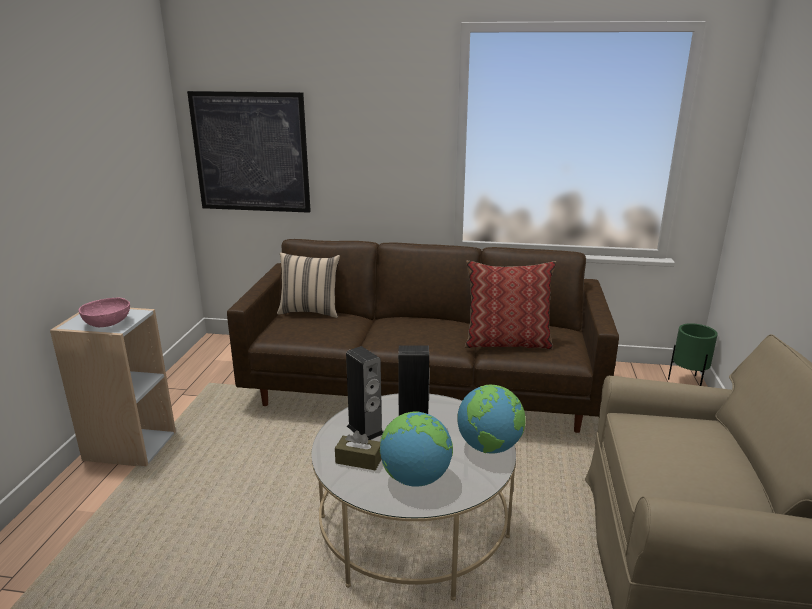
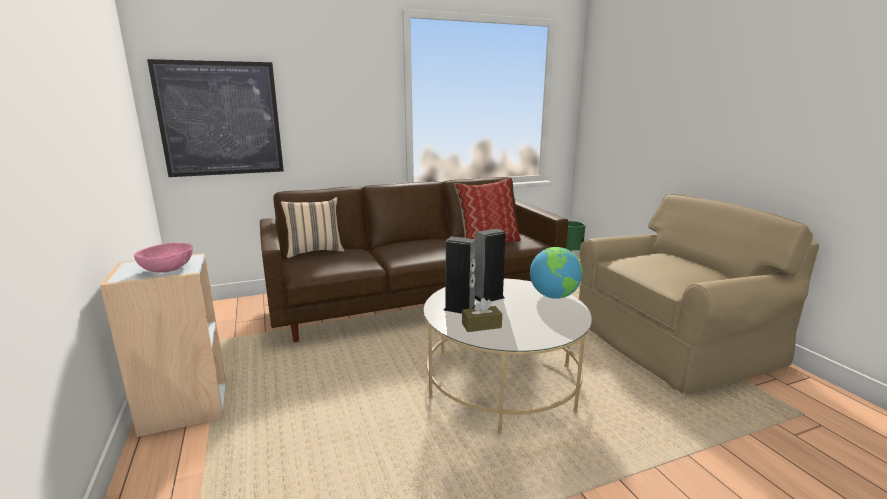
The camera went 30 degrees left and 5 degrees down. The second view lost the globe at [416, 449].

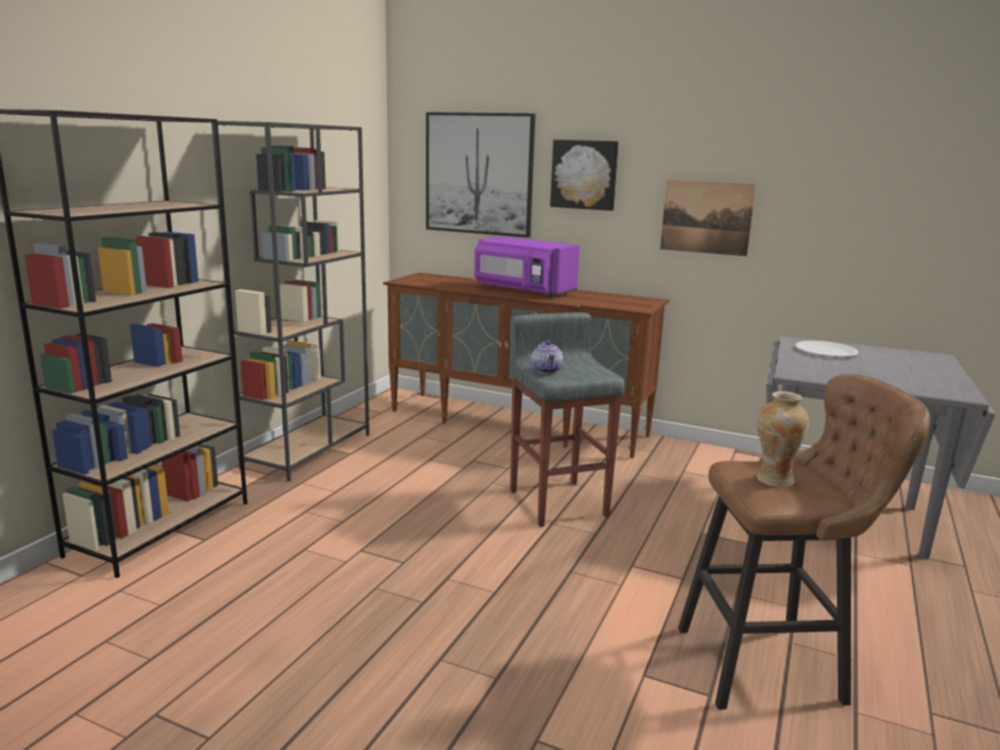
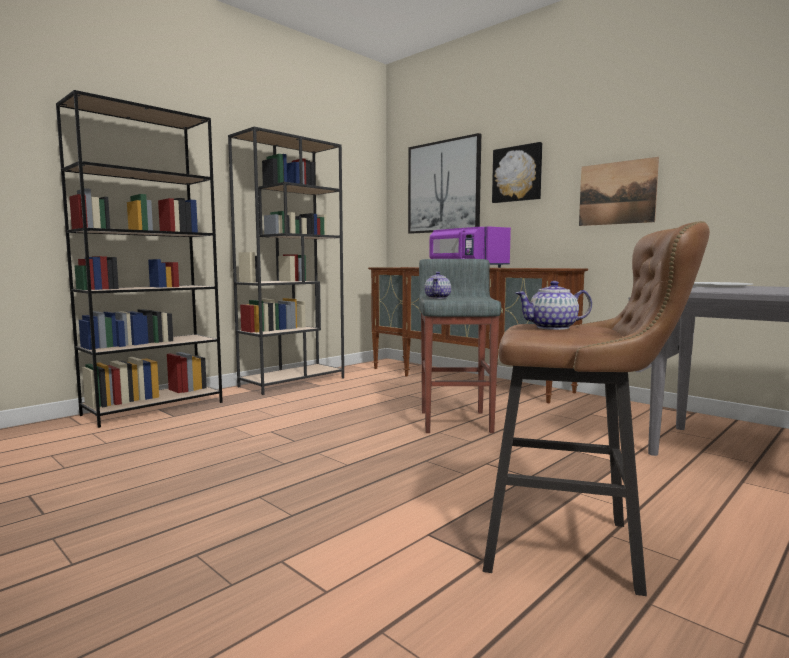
The camera went 20 degrees right and 10 degrees down. Where the vase stood at [783, 439], the teapot came to stand at [554, 305].

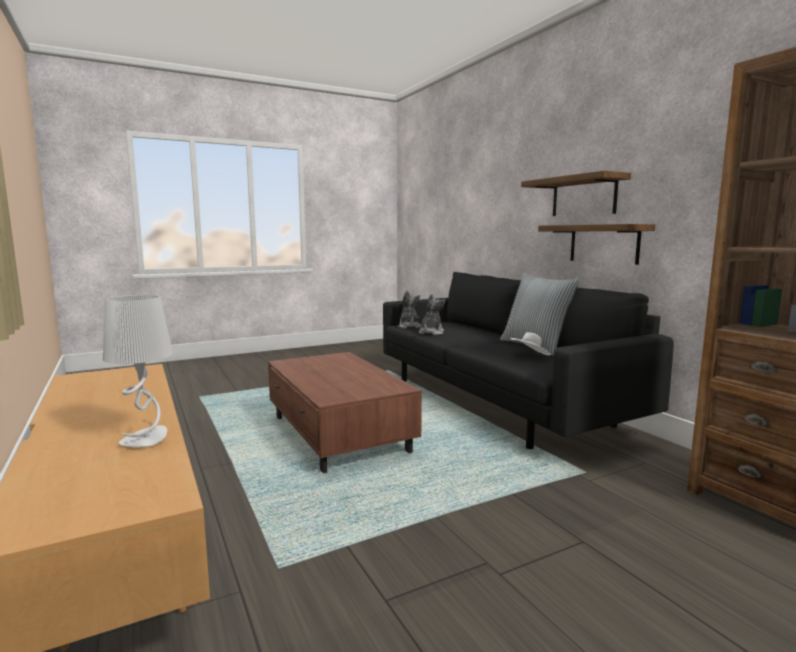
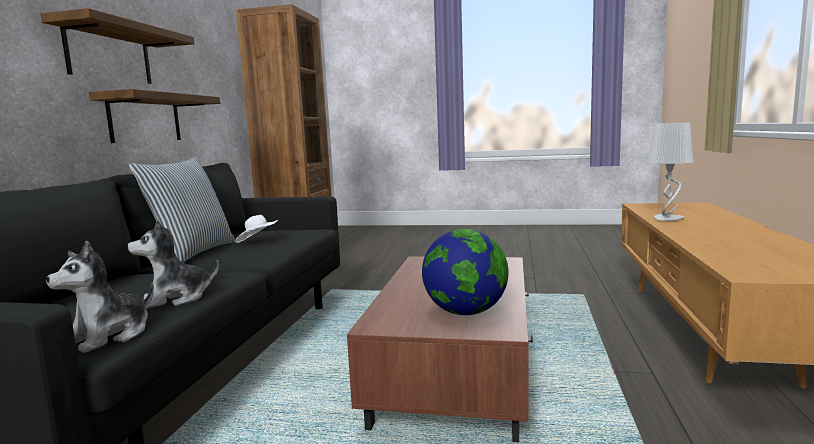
The camera went 140 degrees left and 0 degrees up. The second view gained the globe at [465, 272].

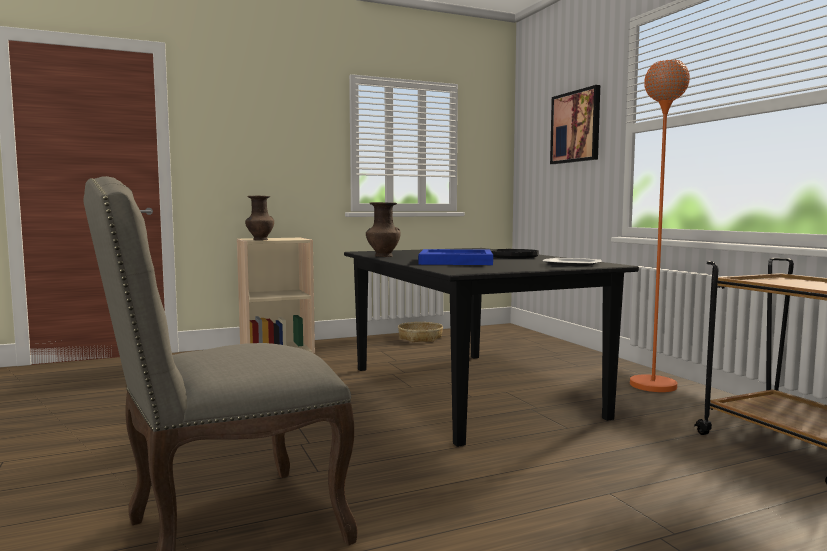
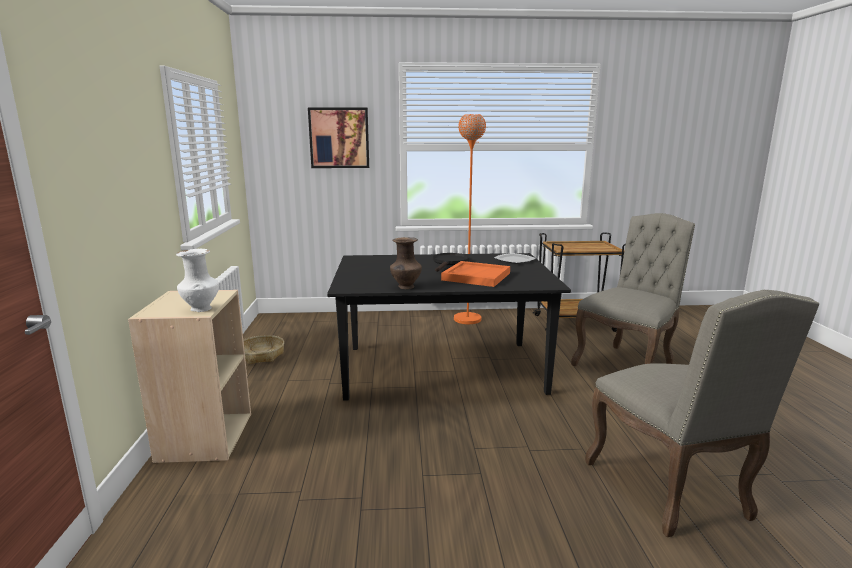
The camera went 70 degrees left and 10 degrees up. What was the vase (brown) at [259, 218] turned into the vase (white) at [197, 280]. What was the tray (blue) at [455, 257] turned into the tray (orange) at [475, 274]. The second view gained the chair (grey) at [633, 289].

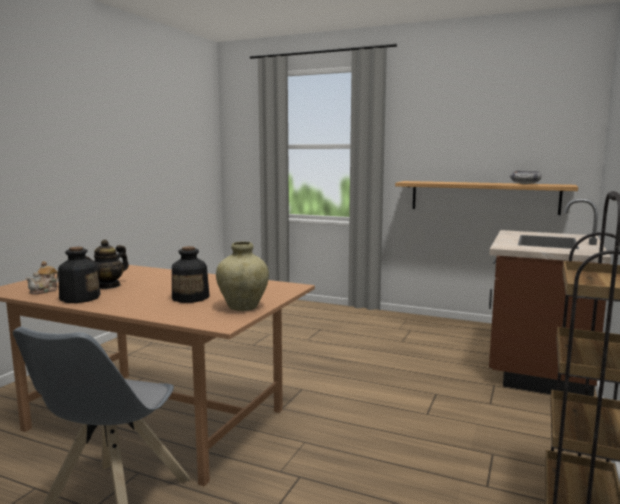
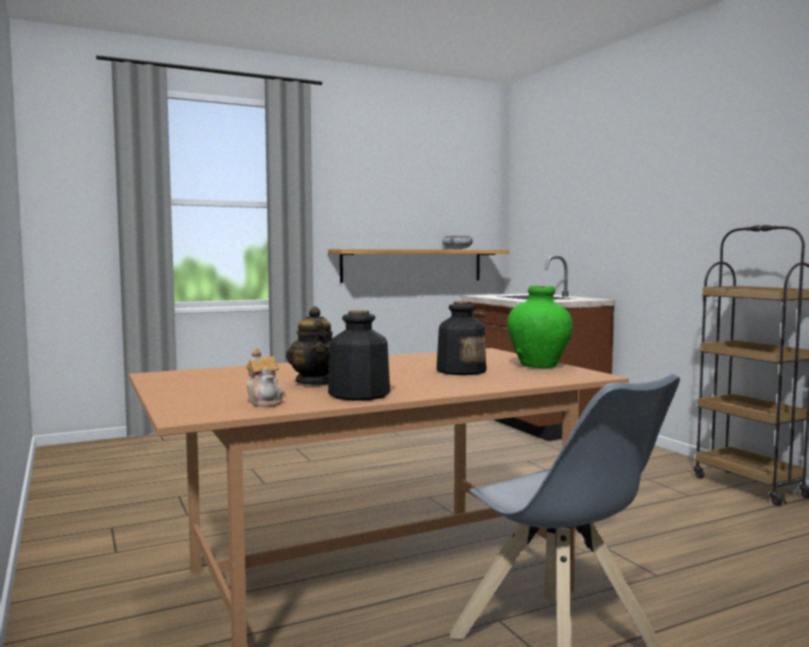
The camera went 50 degrees left and 5 degrees down. What was the vase (beige) at [242, 276] turned into the vase (green) at [540, 327].

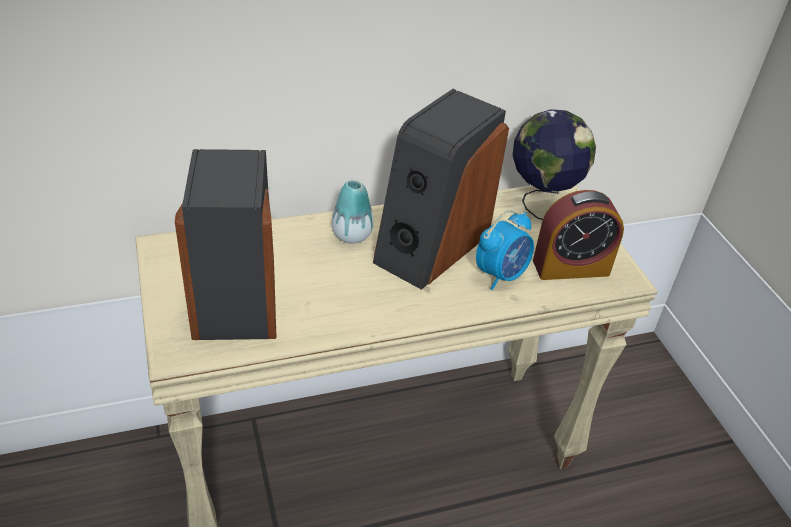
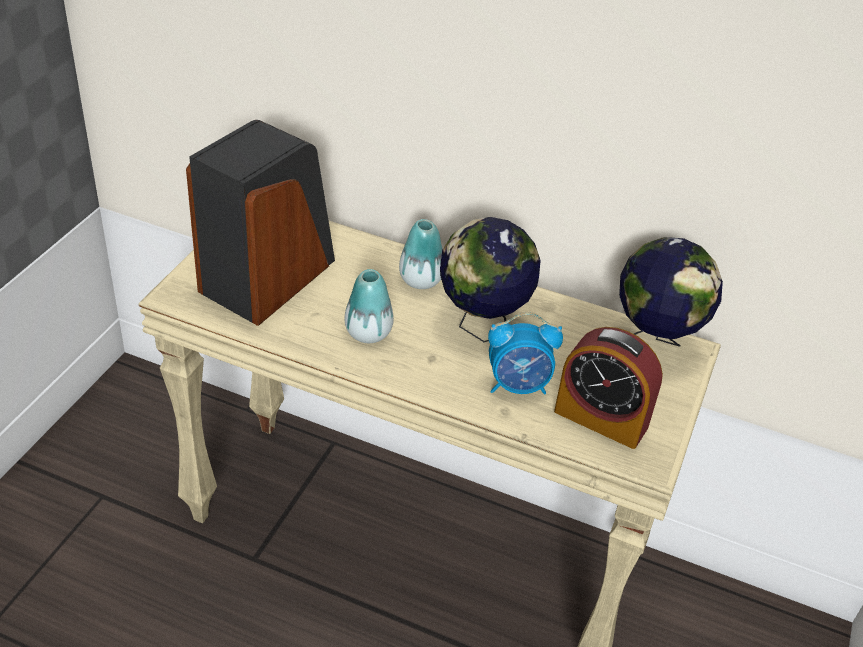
The camera went 40 degrees right and 0 degrees up. Where the speaker stood at [441, 189], the globe came to stand at [490, 279]. The second view gained the vase at [369, 306].

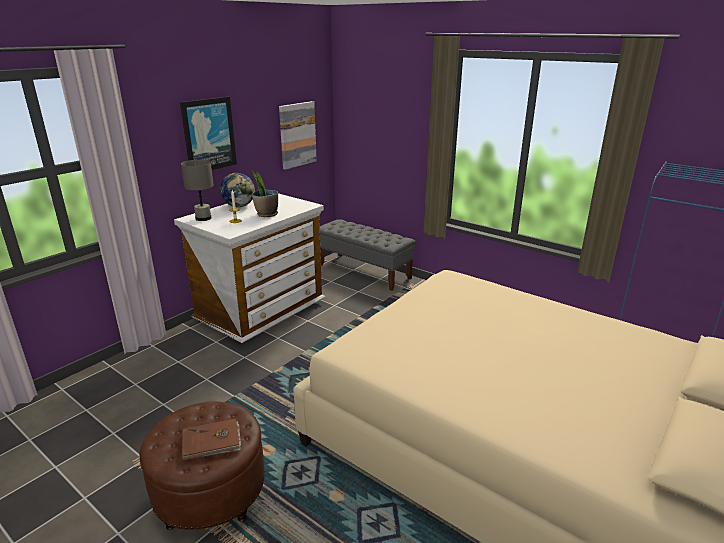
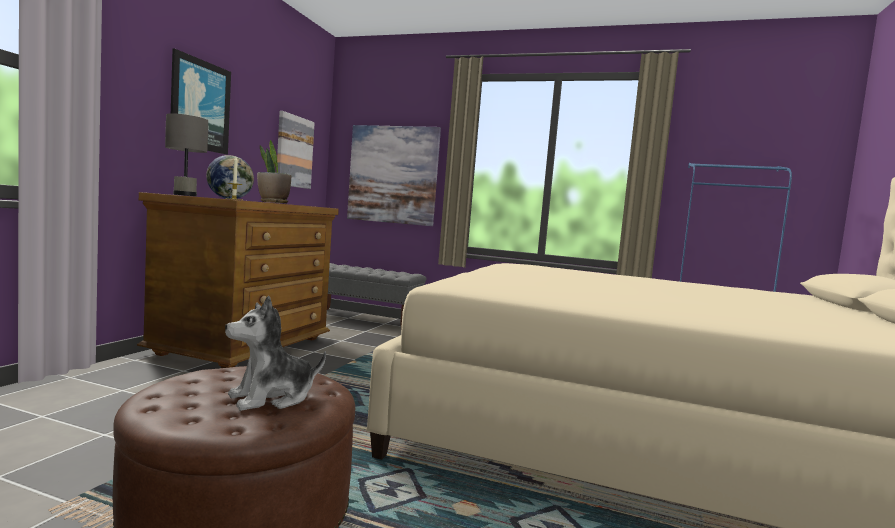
The camera went 20 degrees left and 20 degrees down. What was the dresser (white) at [250, 268] turned into the dresser (brown) at [238, 280]. Where the book (brown) stood at [211, 440], the plush toy came to stand at [275, 353]. The second view gained the picture at [394, 175].

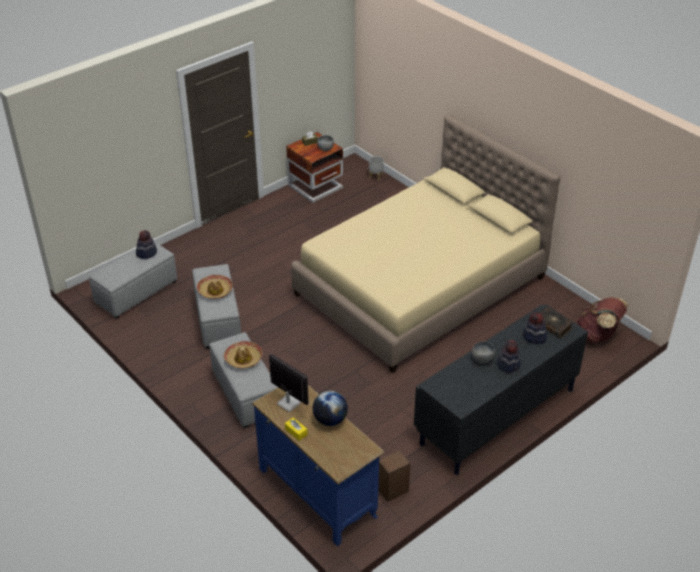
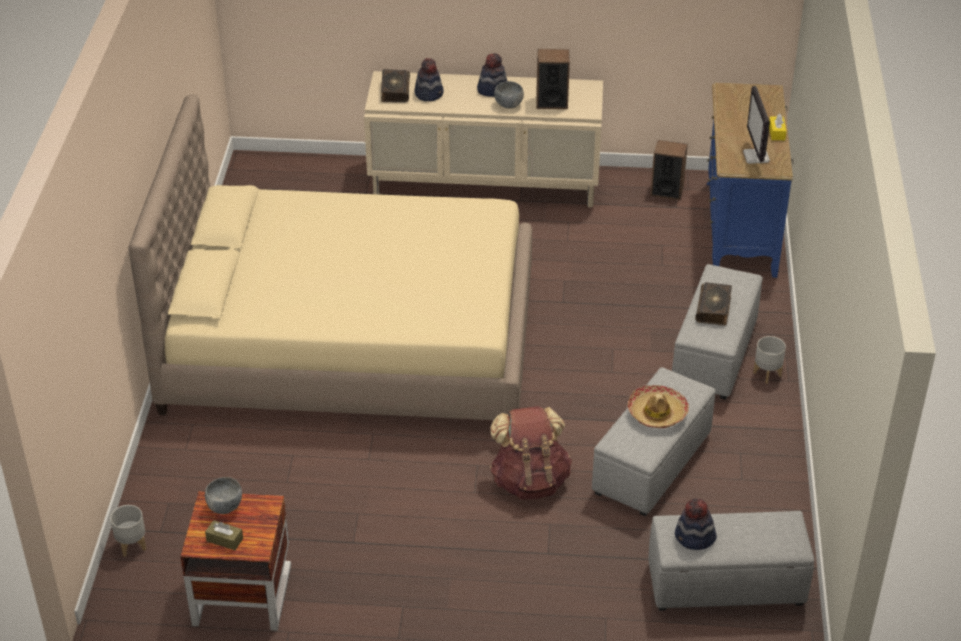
The camera went 135 degrees left and 0 degrees up. Where the hat stood at [243, 354], the book came to stand at [713, 304]. The second view lost the globe at [330, 408]. What was the cabinet (black) at [501, 389] turned into the cabinet (beige) at [483, 139]. The backpack (brown) ended up elsewhere, having gone from [602, 320] to [531, 452]. The second view gained the speaker at [553, 79]. The second view gained the planter (grey) at [769, 360].

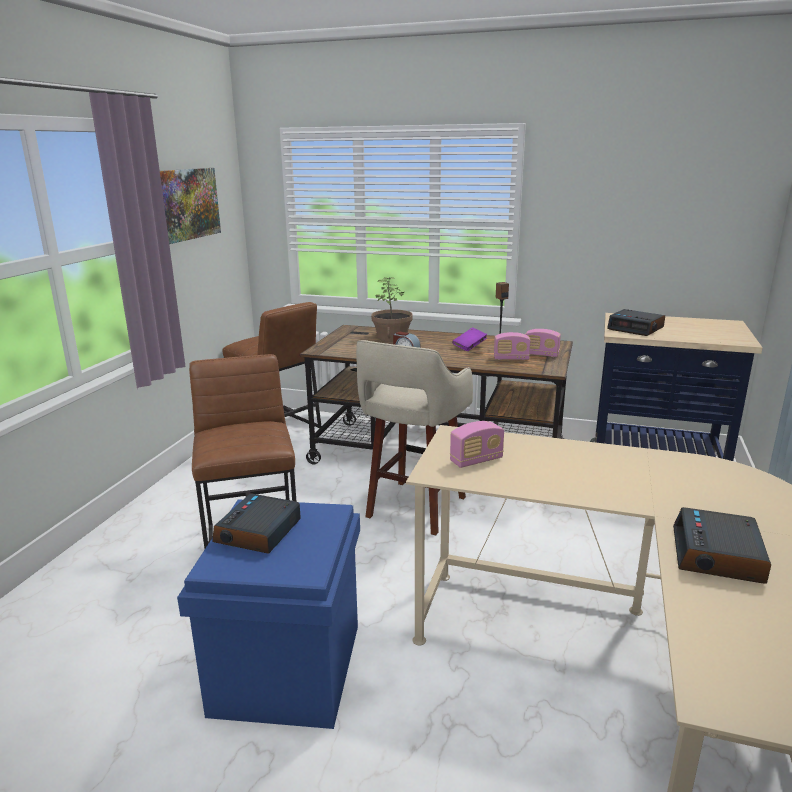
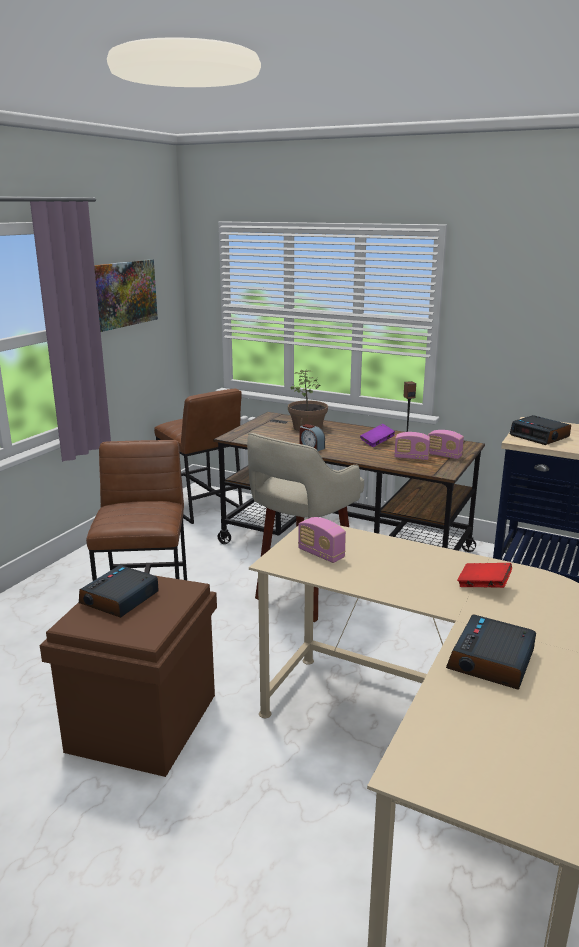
The camera went 10 degrees right and 0 degrees up. What was the storage box (blue) at [268, 614] turned into the storage box (brown) at [128, 676]. The radio at [477, 444] ended up facing another way, 60 degrees clockwise from before. The second view gained the book (red) at [484, 575].

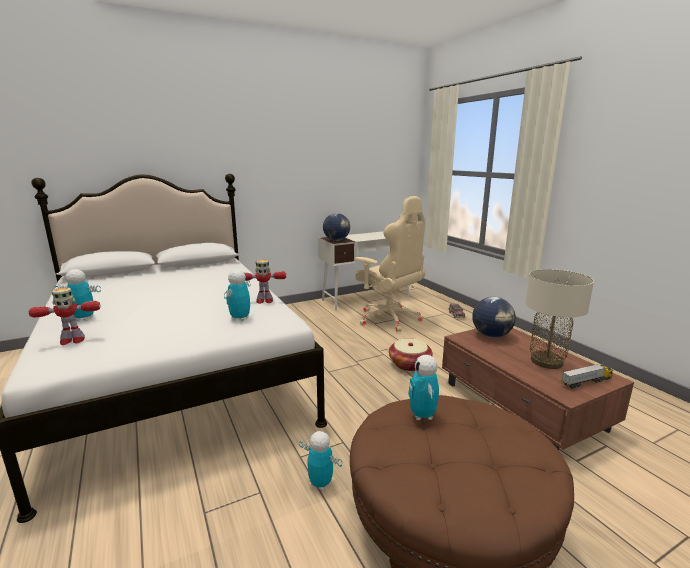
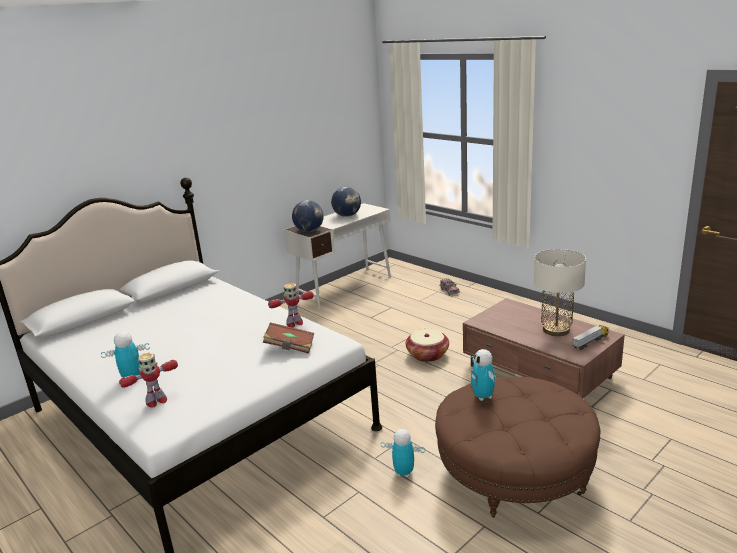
The camera went 15 degrees left and 5 degrees up. Where the toy robot stood at [237, 295], the book (brown) came to stand at [288, 338]. The second view lost the office chair (beige) at [390, 264]. The globe ended up elsewhere, having gone from [494, 317] to [346, 202].

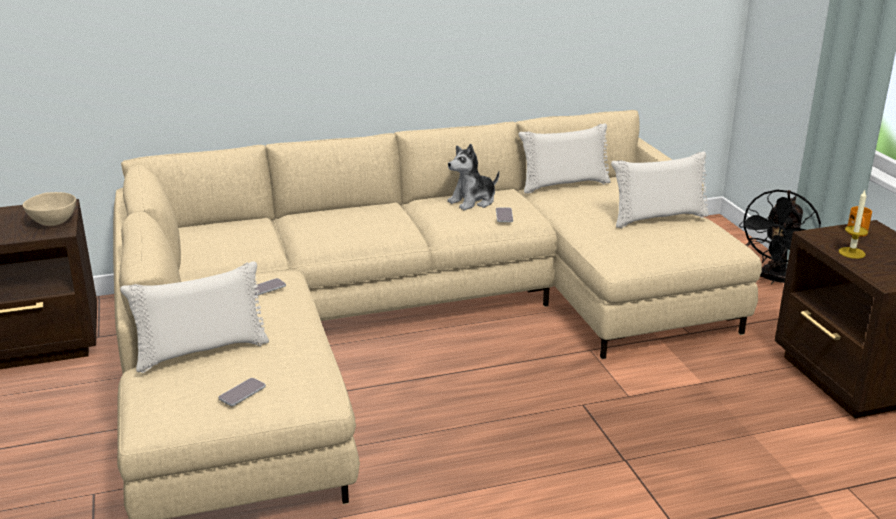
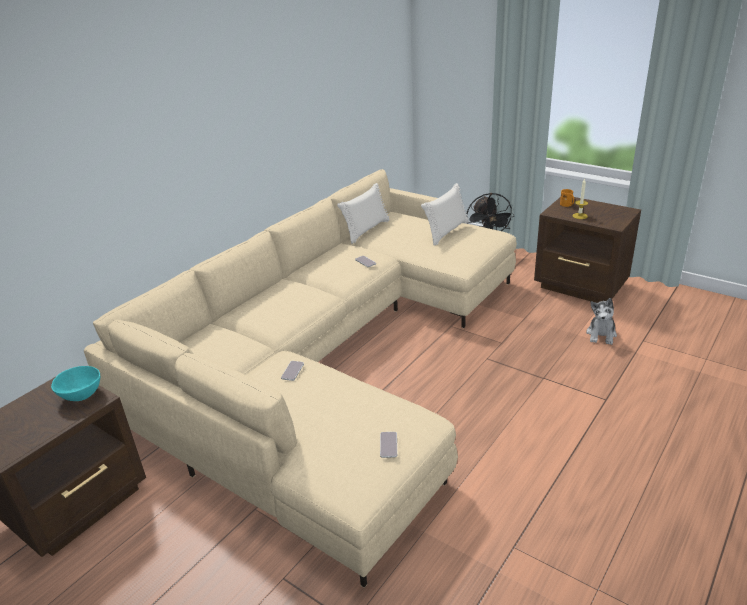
The camera went 35 degrees left and 5 degrees up. What was the bowl (beige) at [49, 209] turned into the bowl (turquoise) at [75, 383]. The second view lost the pillow (white) at [194, 317]. The plush toy ended up elsewhere, having gone from [473, 177] to [601, 321].

